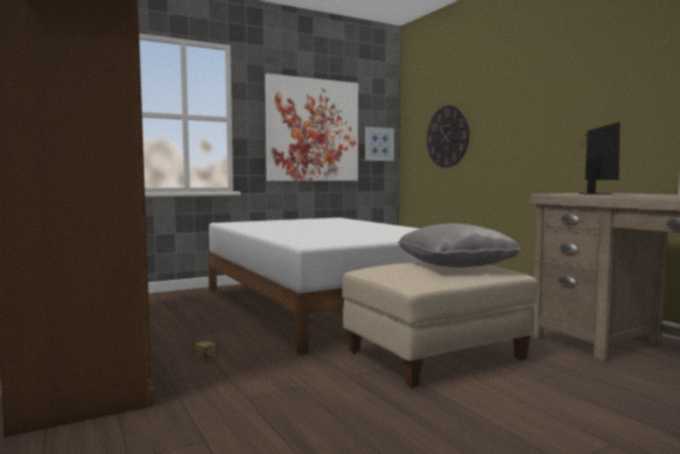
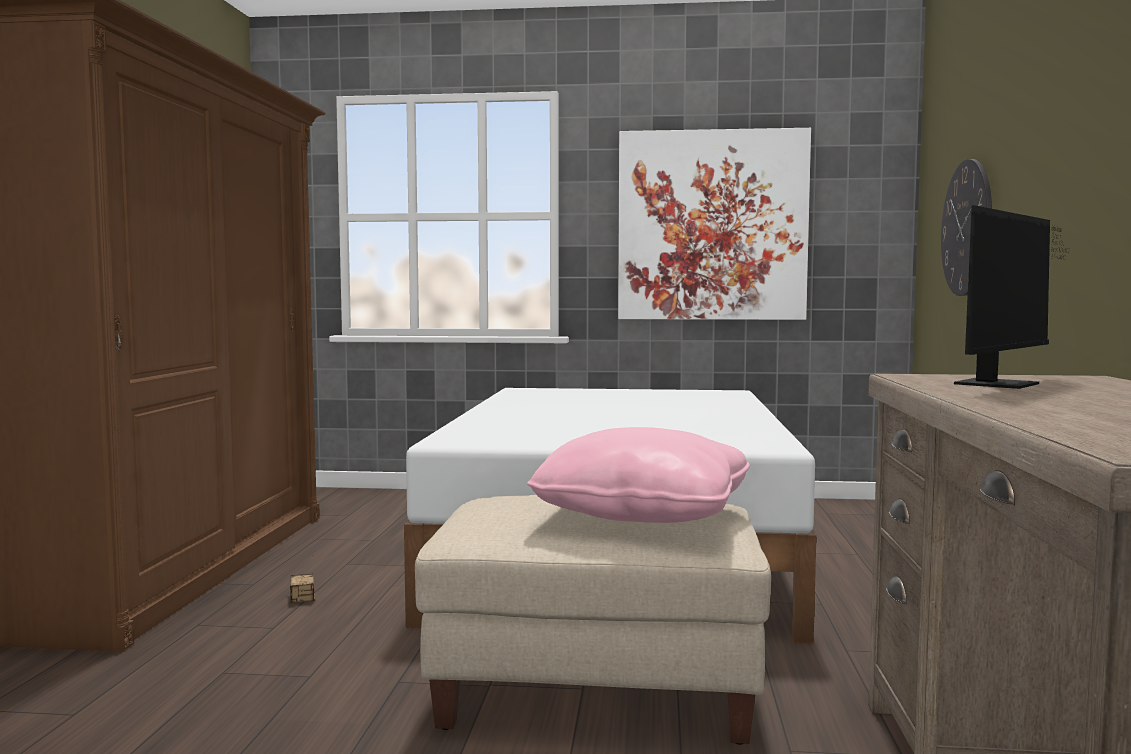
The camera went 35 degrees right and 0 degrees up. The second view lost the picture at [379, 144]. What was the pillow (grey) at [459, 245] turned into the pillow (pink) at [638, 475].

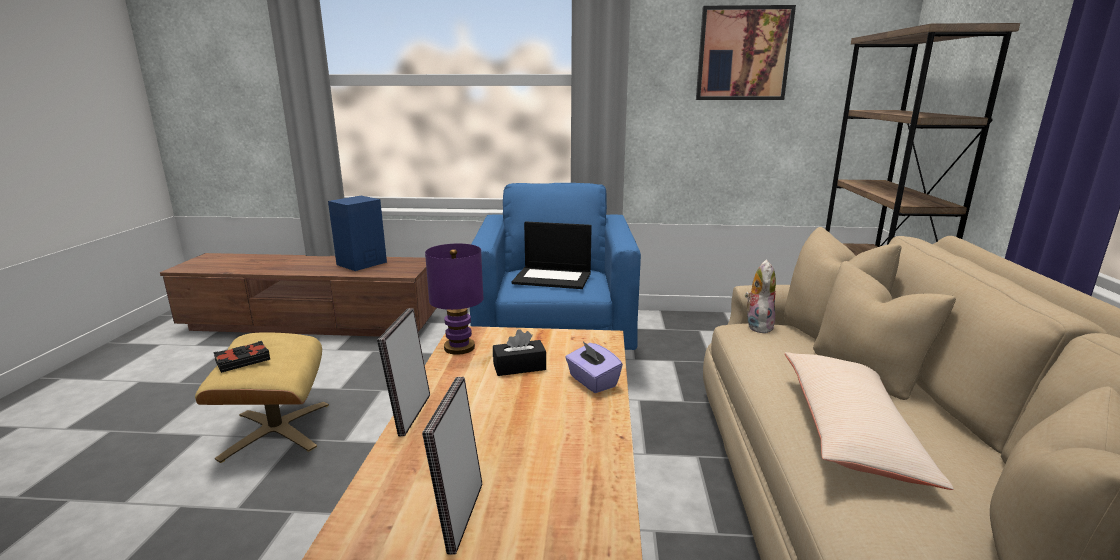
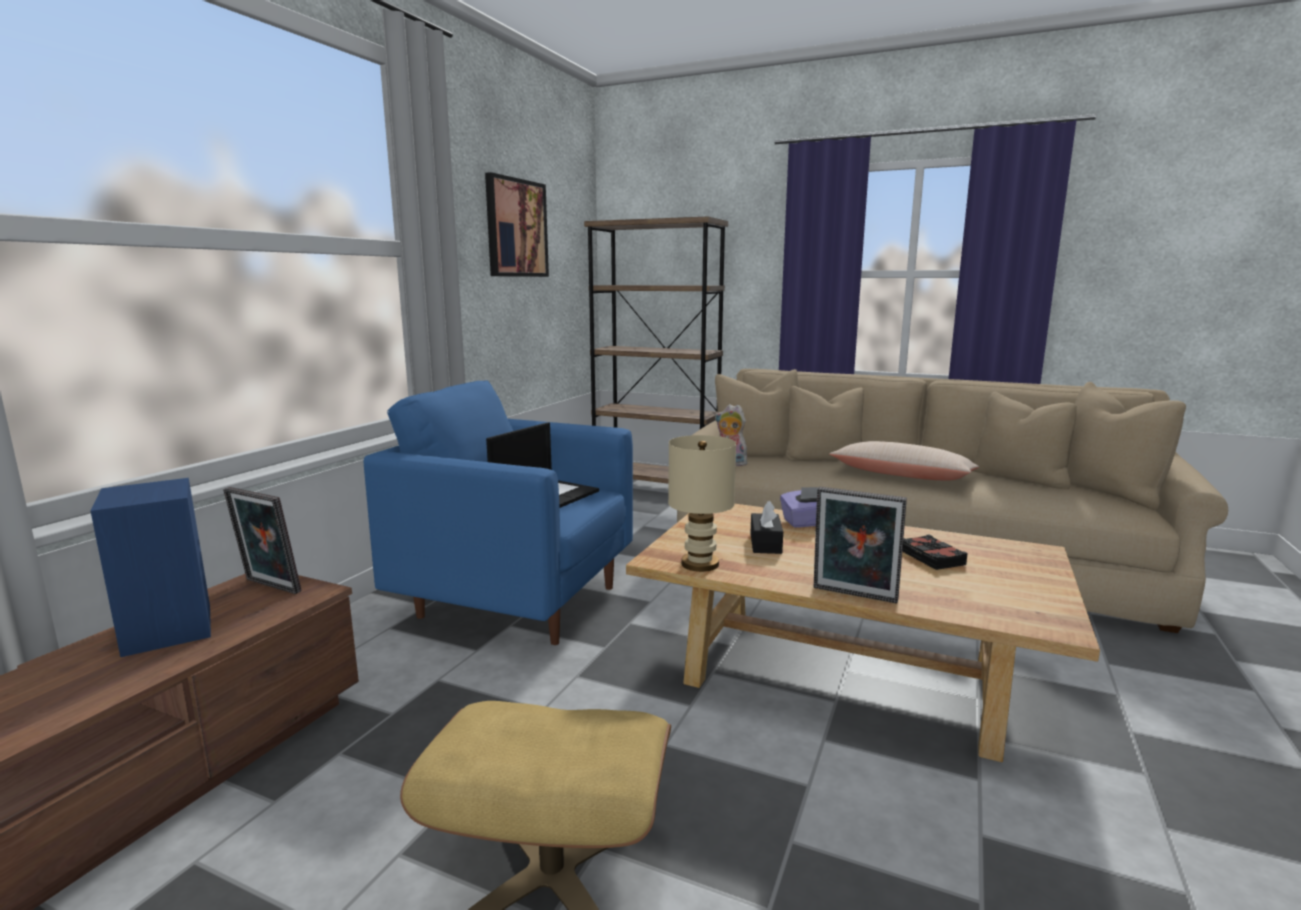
The camera went 70 degrees left and 5 degrees down. The book (black) ended up elsewhere, having gone from [241, 357] to [935, 552]. The picture frame ended up elsewhere, having gone from [452, 466] to [262, 540]. What was the table lamp (purple) at [454, 299] turned into the table lamp (beige) at [702, 503].

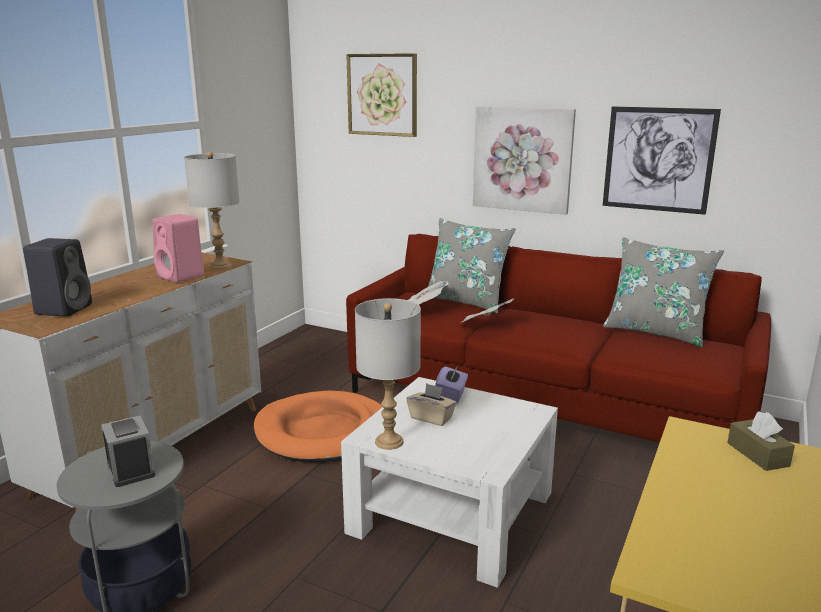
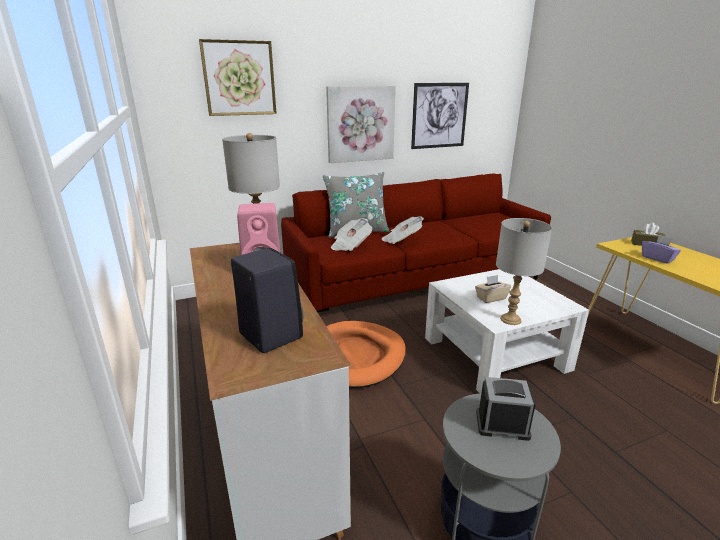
The camera went 50 degrees left and 5 degrees up. The tissue box (purple) ended up elsewhere, having gone from [451, 383] to [661, 249]. The second view lost the pillow (grey) at [663, 292].

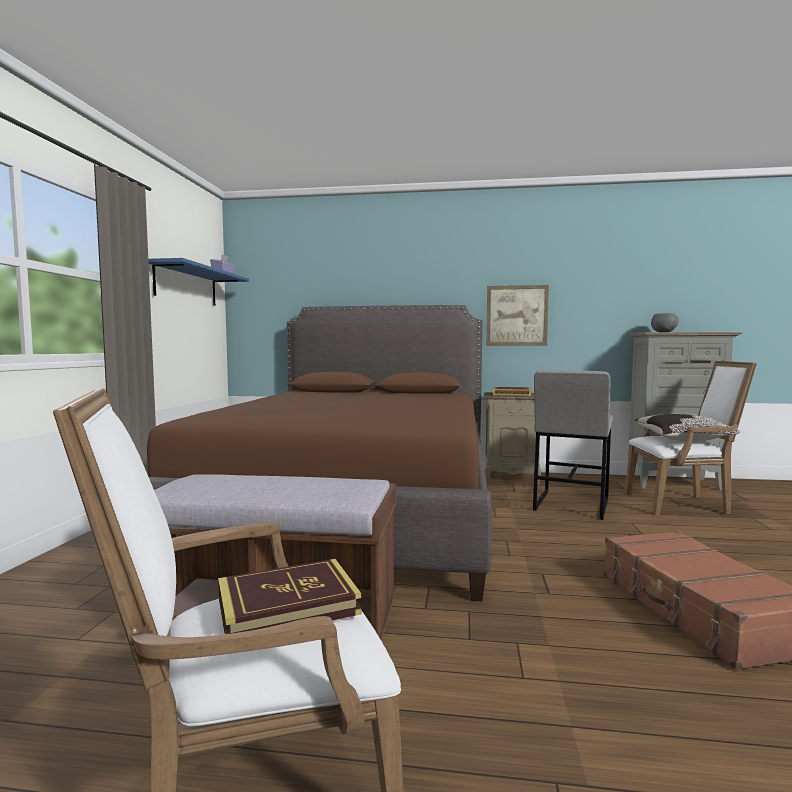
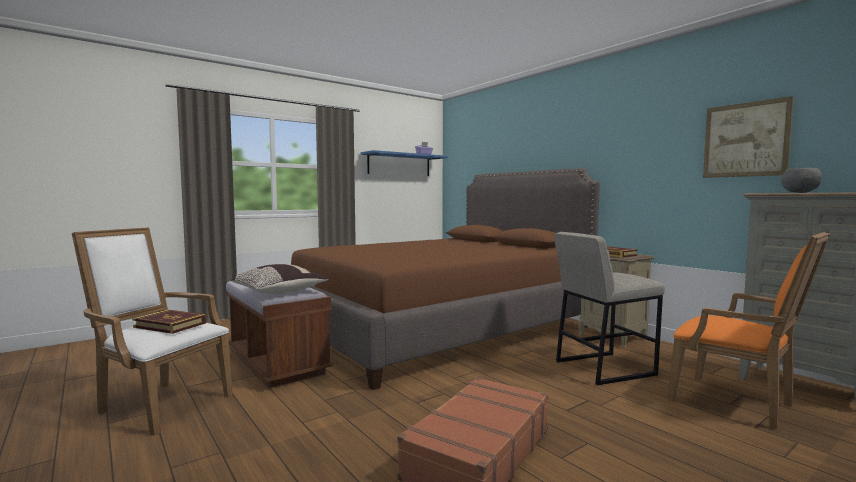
The camera went 45 degrees right and 0 degrees up. The picture ended up elsewhere, having gone from [517, 315] to [748, 137]. What was the armchair (white) at [691, 438] turned into the armchair (orange) at [748, 331]. The pillow ended up elsewhere, having gone from [687, 427] to [280, 279].

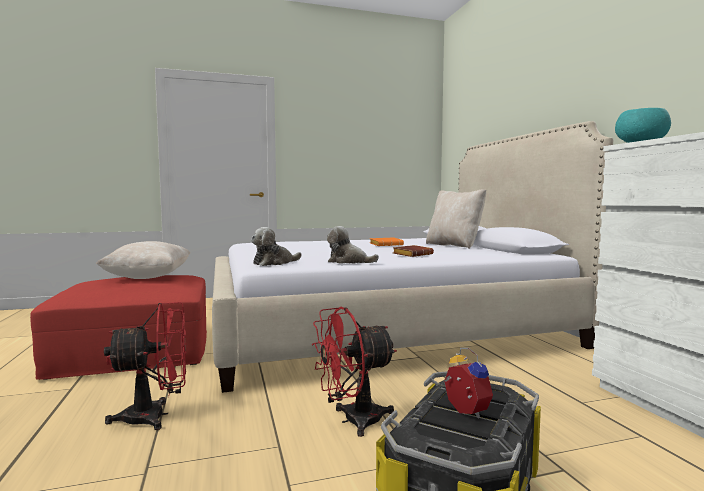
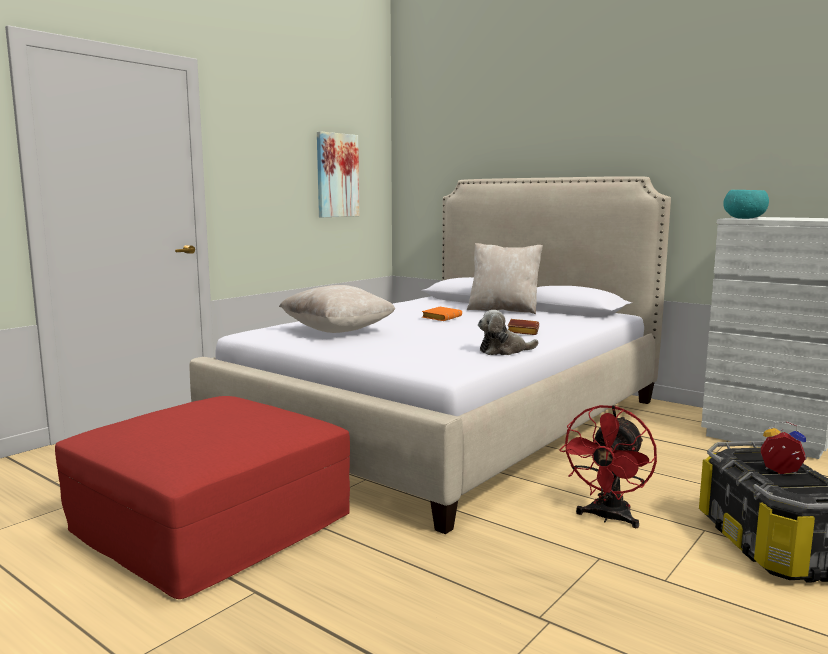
The camera went 35 degrees left and 5 degrees up. The pillow (beige) ended up elsewhere, having gone from [143, 260] to [337, 309]. The second view lost the fan (red) at [145, 366]. The second view lost the plush toy at [276, 246]. The second view gained the picture at [338, 174].

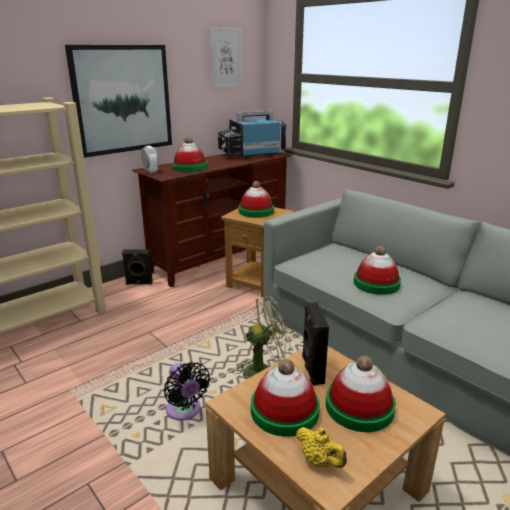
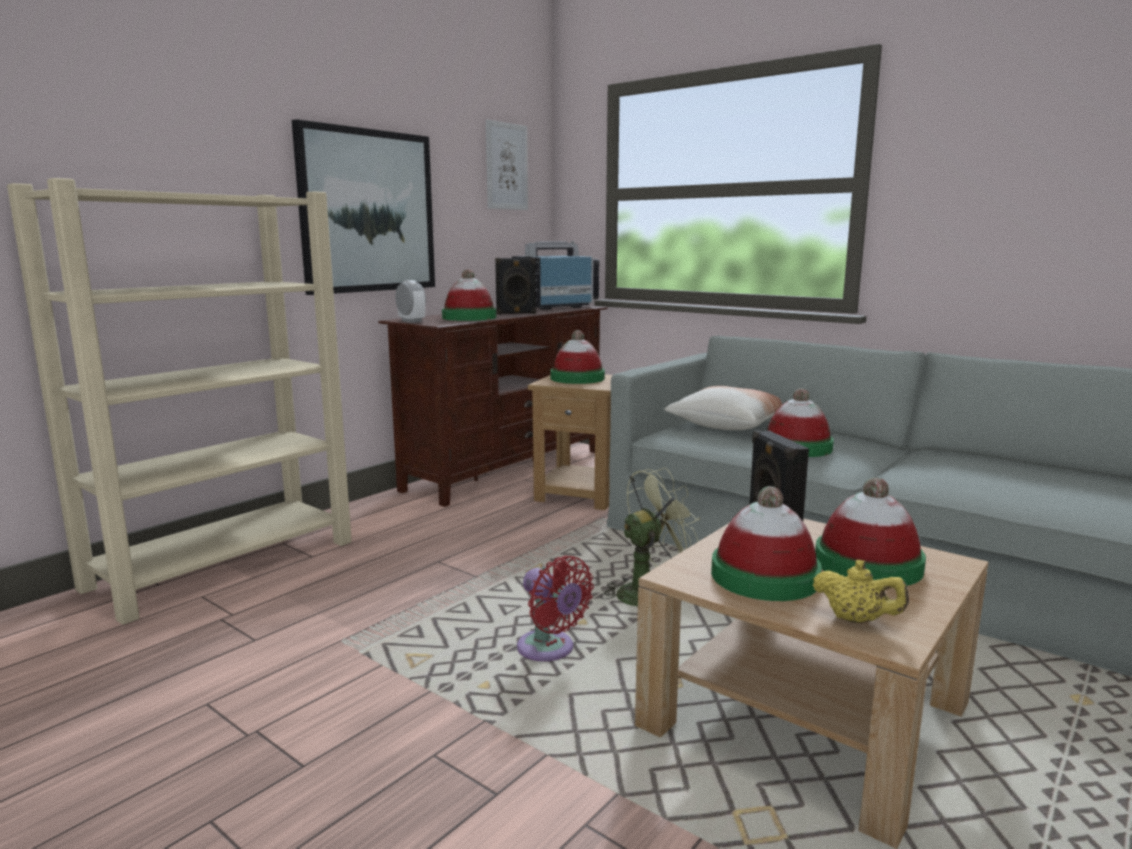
The camera went 10 degrees left and 10 degrees down. The speaker (black) ended up elsewhere, having gone from [137, 267] to [515, 286]. What was the fan (black) at [187, 391] turned into the fan (red) at [555, 608]. The second view gained the pillow at [723, 408].

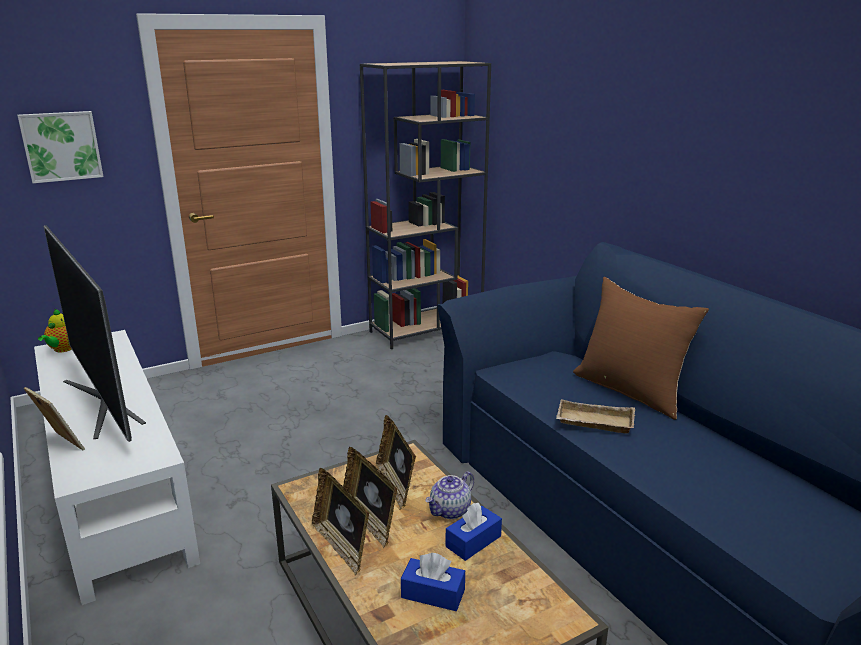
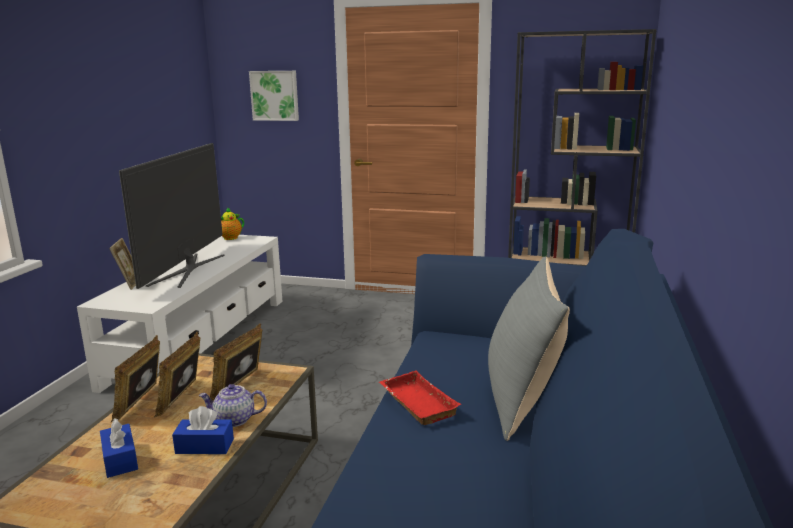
The camera went 45 degrees right and 5 degrees down. What was the tray (beige) at [595, 416] turned into the tray (red) at [420, 398]. What was the pillow (brown) at [641, 348] turned into the pillow (grey) at [529, 349].

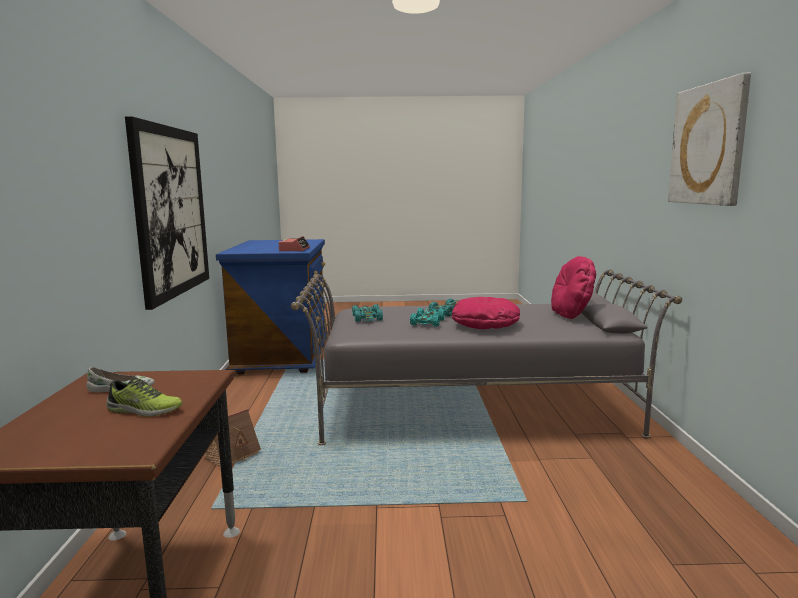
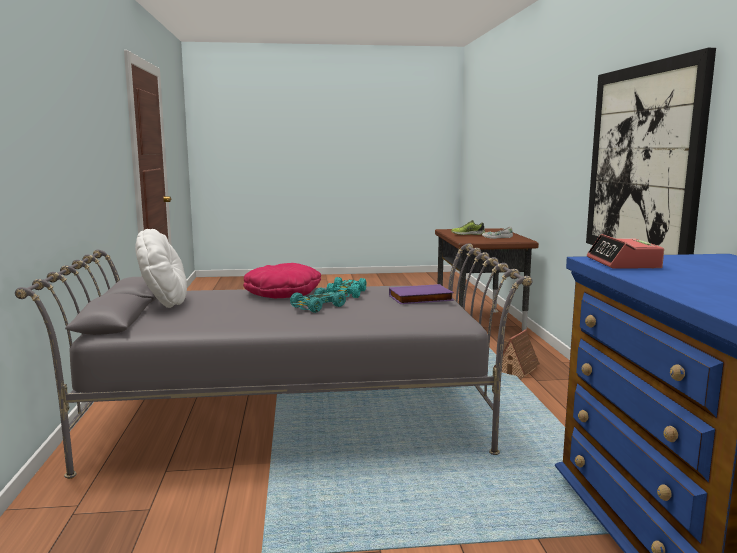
The camera went 175 degrees right and 0 degrees up. Where the toy car (turquoise) stood at [367, 313], the book (purple) came to stand at [421, 294]. What was the pillow (pink) at [573, 287] turned into the pillow (white) at [161, 268]. The second view lost the picture at [709, 139].

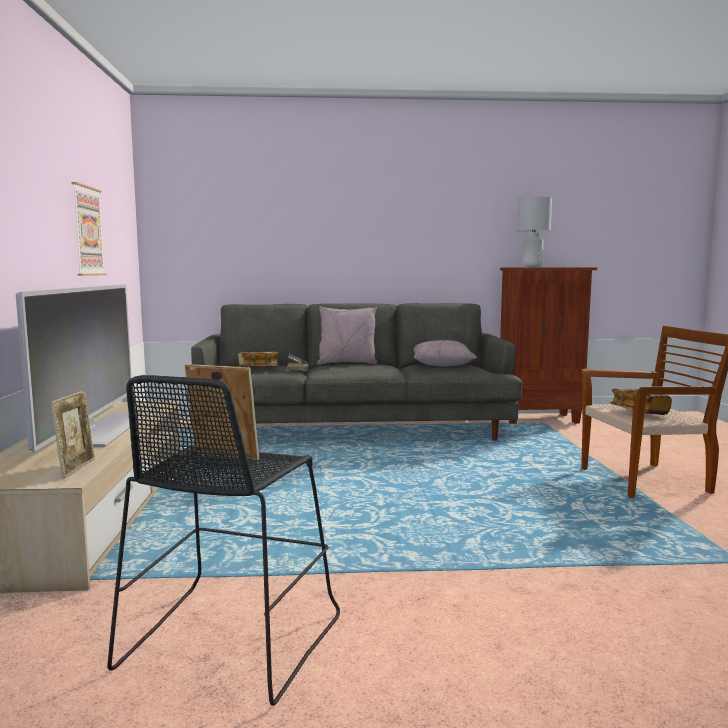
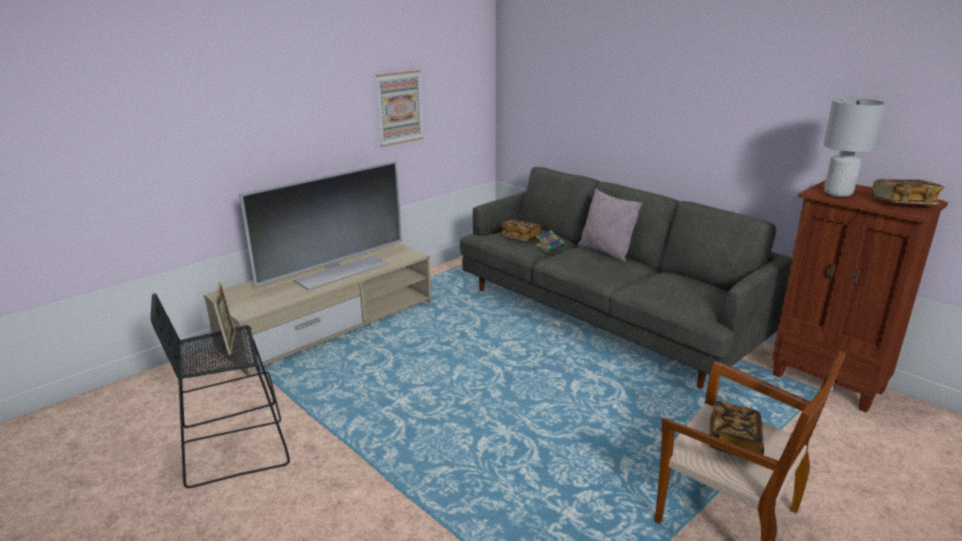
The camera went 50 degrees right and 15 degrees up. The second view lost the picture frame at [72, 434]. The second view lost the pillow (purple) at [445, 353]. The second view gained the book at [908, 192].

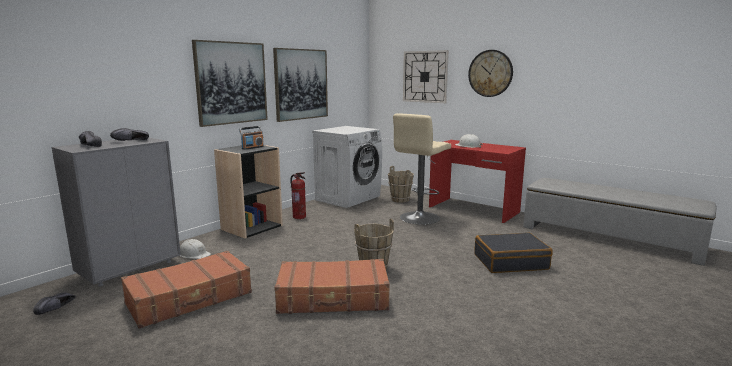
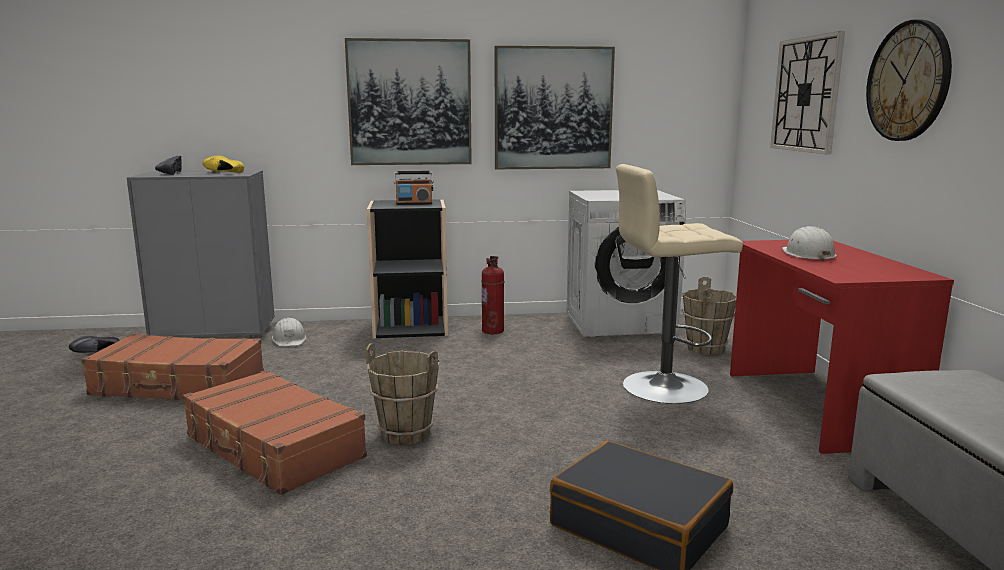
The camera went 45 degrees right and 0 degrees up. What was the shoe (black) at [129, 134] turned into the shoe (yellow) at [223, 164].

